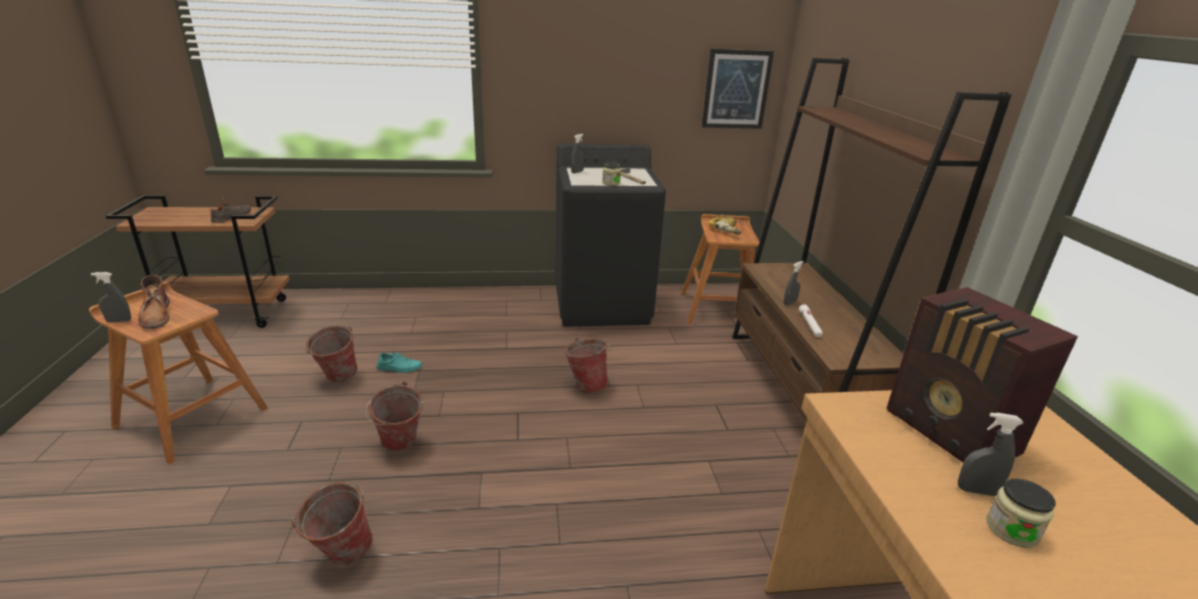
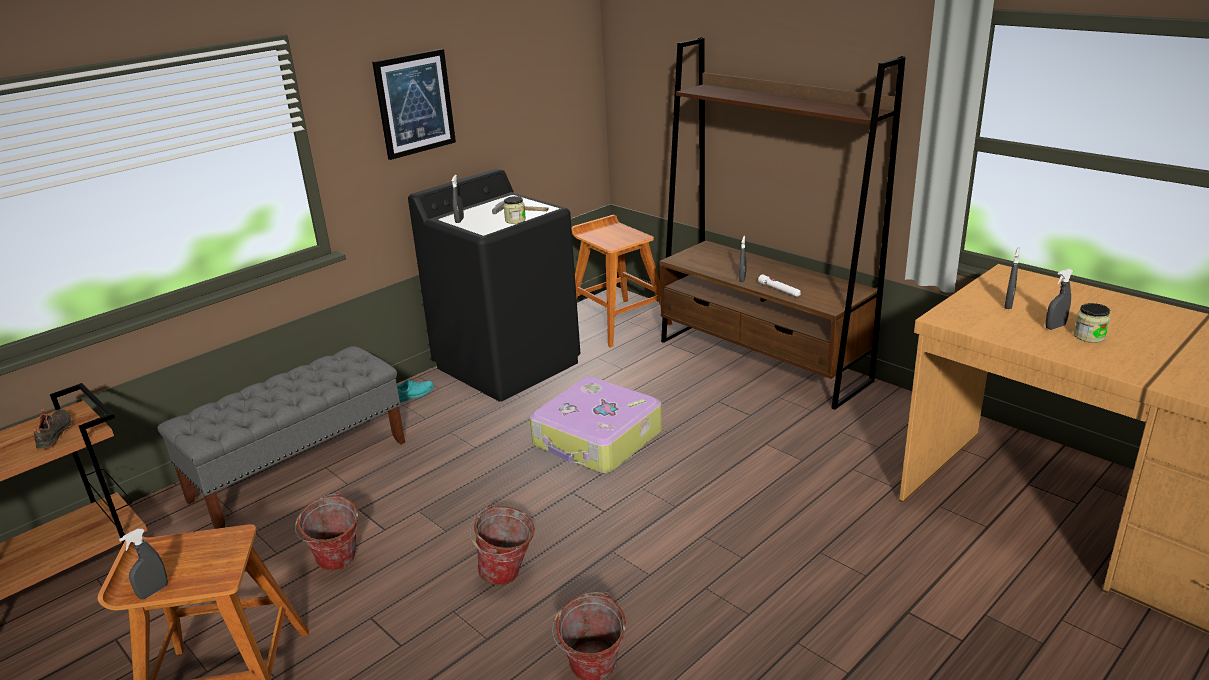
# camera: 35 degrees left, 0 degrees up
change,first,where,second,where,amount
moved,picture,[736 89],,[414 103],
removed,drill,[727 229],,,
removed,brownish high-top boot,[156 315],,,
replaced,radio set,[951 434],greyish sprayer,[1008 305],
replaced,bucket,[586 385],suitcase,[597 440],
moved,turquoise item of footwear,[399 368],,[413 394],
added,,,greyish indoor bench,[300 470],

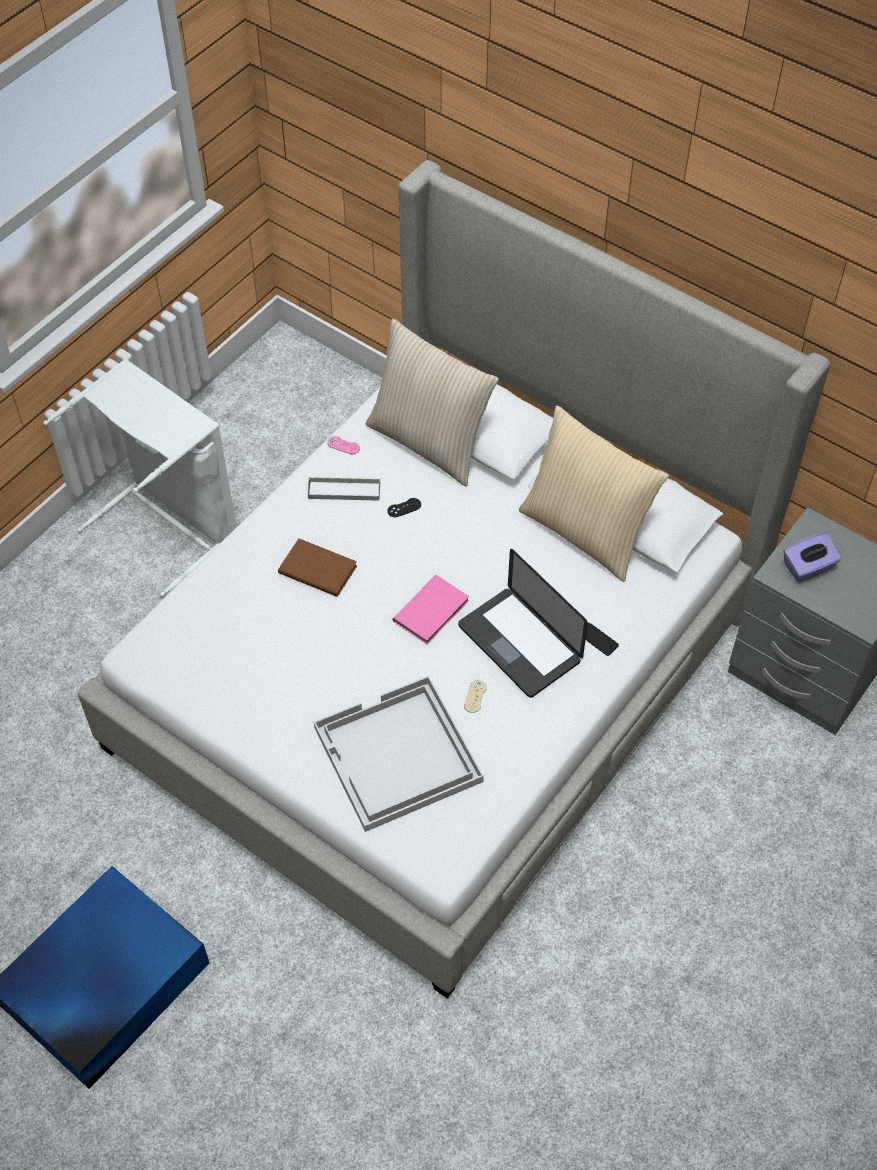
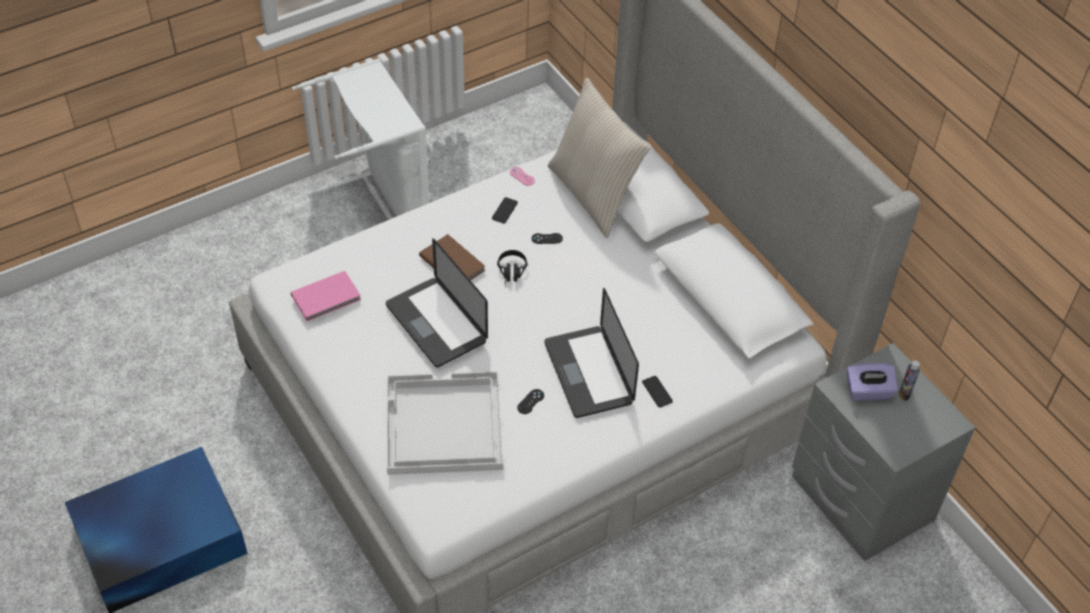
# camera: 20 degrees right, 5 degrees down
change,first,where,second,where,amount
removed,beige throw pillow,[585 532],,,
replaced,greyish carrying tray,[344 490],telephone,[504 210],
moved,pinkish bound book,[433 611],,[327 298],
recoloured,beige joypad,[475 696],blackish joypad,[530 401],
added,,,notebook computer,[436 323],
added,,,blackish pair of headphones,[512 274],
added,,,beverage bottle,[904 393],

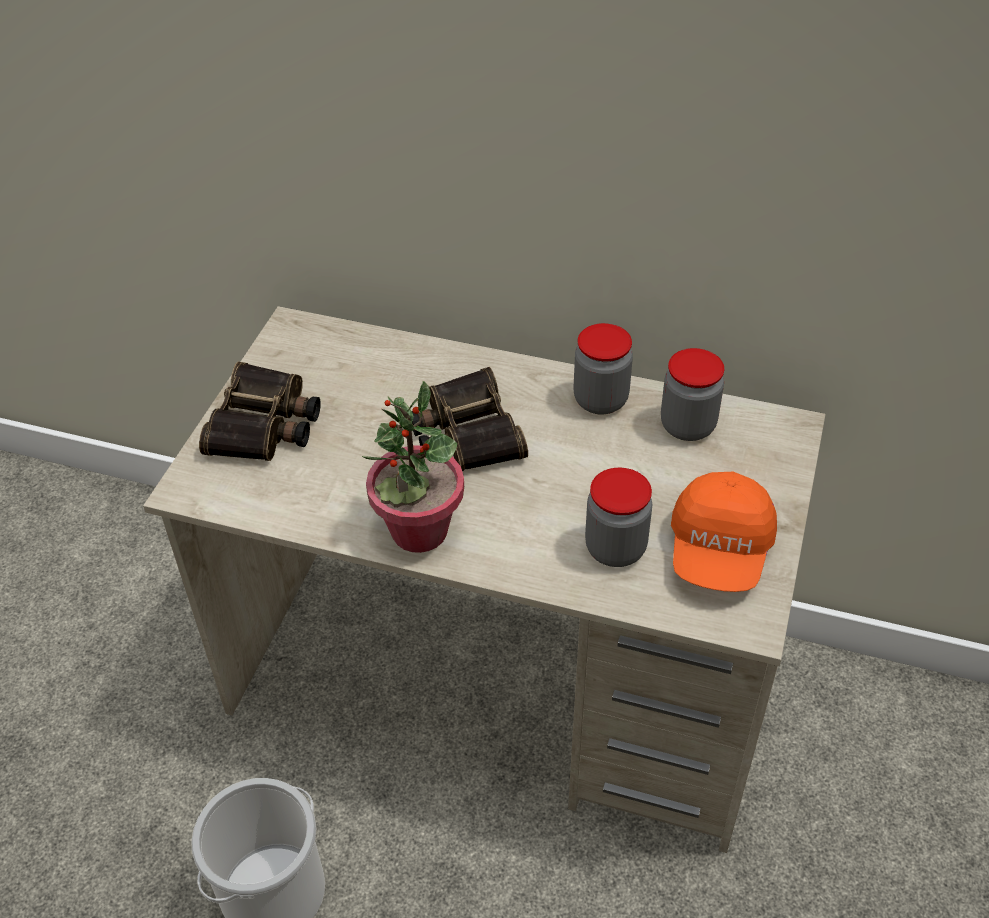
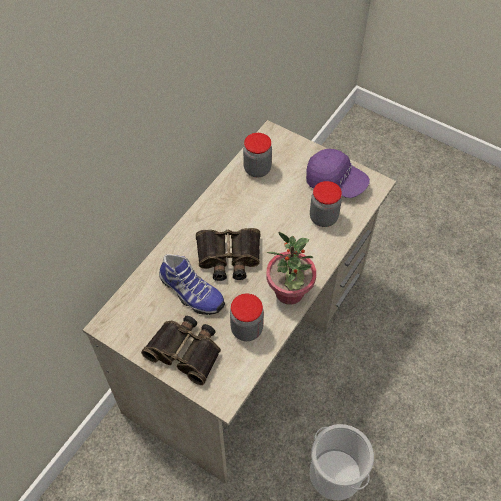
# camera: 75 degrees left, 10 degrees up
change,first,where,second,where,amount
moved,jar,[600 400],,[246 329],
recoloured,orangey cap,[719 551],purplish cap,[335 182],
added,,,item of footwear,[190 293],

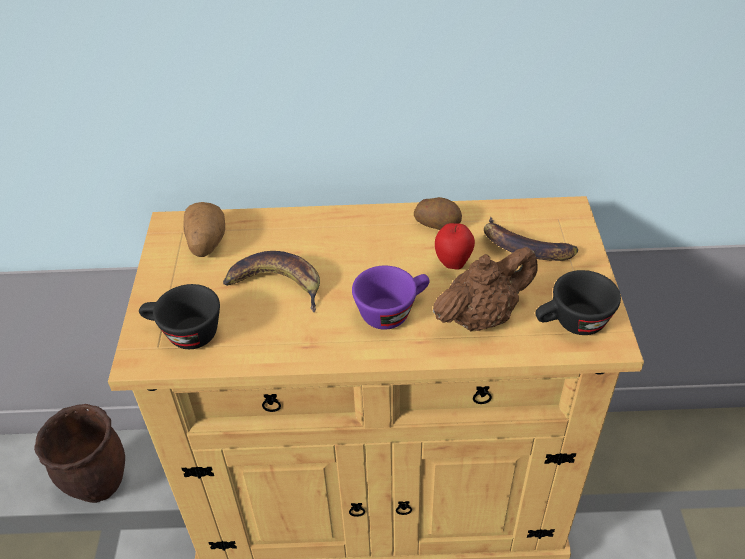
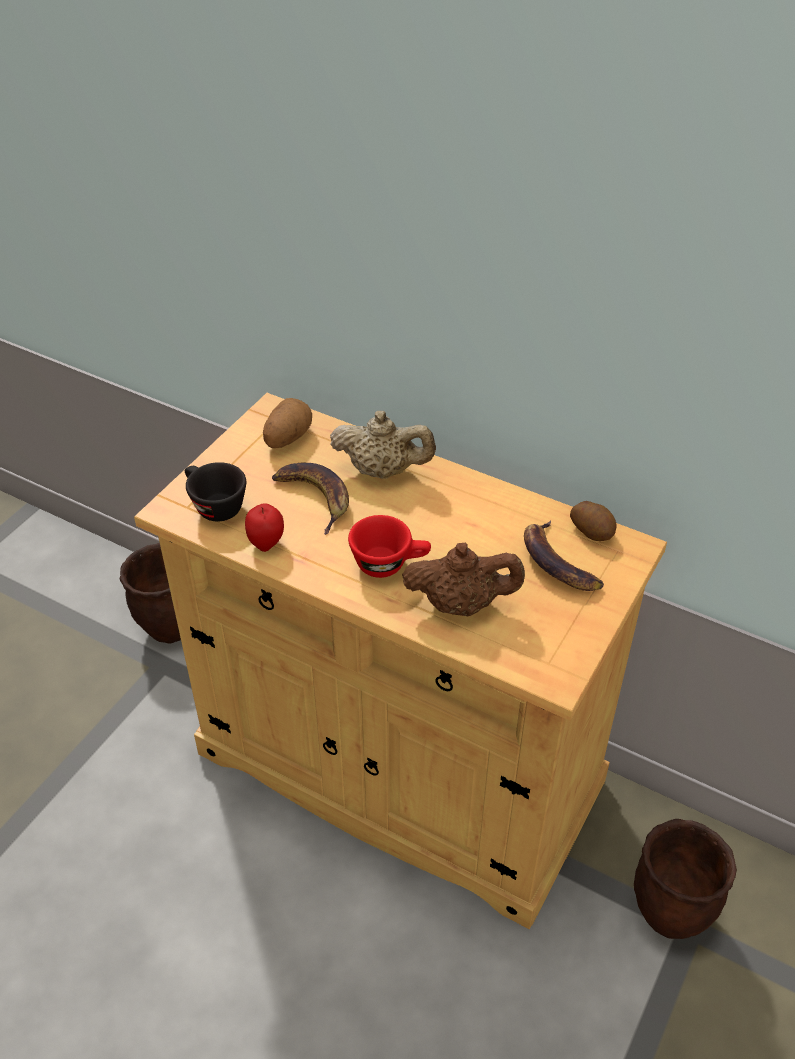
# camera: 30 degrees right, 0 degrees up
change,first,where,second,where,amount
moved,whole potato,[437 223],,[592 531],
moved,apple fruit,[453 262],,[266 543],
recoloured,purplish drinking cup,[392 311],red drinking cup,[389 563],
removed,blackish drinking cup,[572 324],,,
added,,,beige teapot,[383 471],
added,,,brownish planter,[670 913],

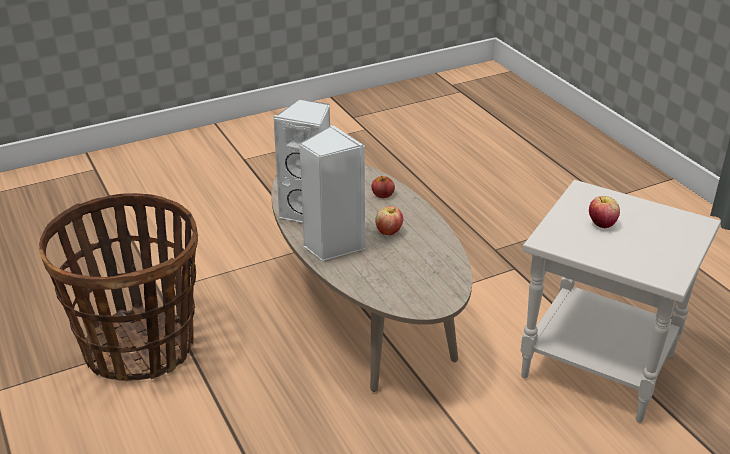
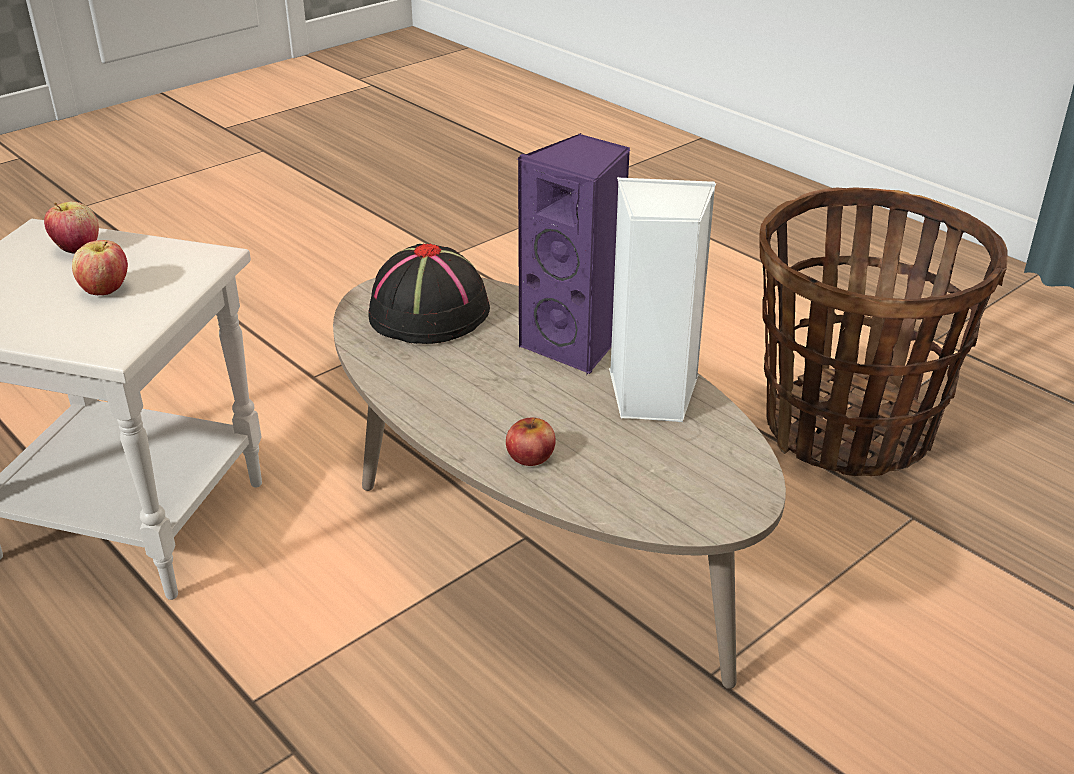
# camera: 165 degrees right, 0 degrees up
change,first,where,second,where,amount
recoloured,whitish loudspeaker,[332 245],purplish loudspeaker,[576 344],
moved,apple fruit,[389 232],,[77 249],
added,,,blackish clothing hat,[428 314],

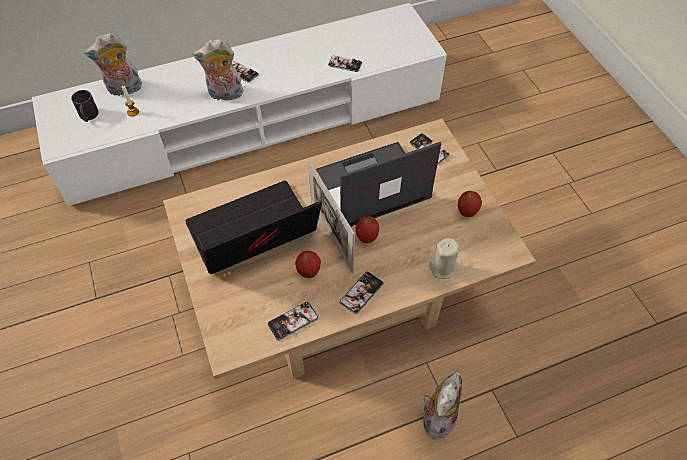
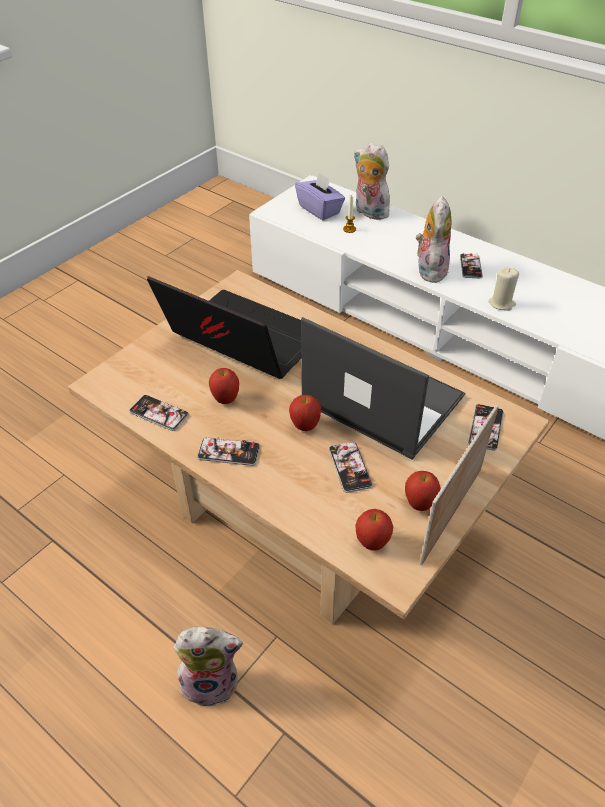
# camera: 60 degrees right, 10 degrees down
change,first,where,second,where,amount
turned,plush toy,[224 95],,[429 270],45 degrees clockwise
moved,telephone,[345 64],,[350 467],
replaced,blackish coffee mug,[88 116],purplish tissue holder,[320 210],
moved,standing frame,[331 236],,[451 515],
moved,beige wax candle,[443 268],,[501 303],
added,,,apple fruit,[372 542],

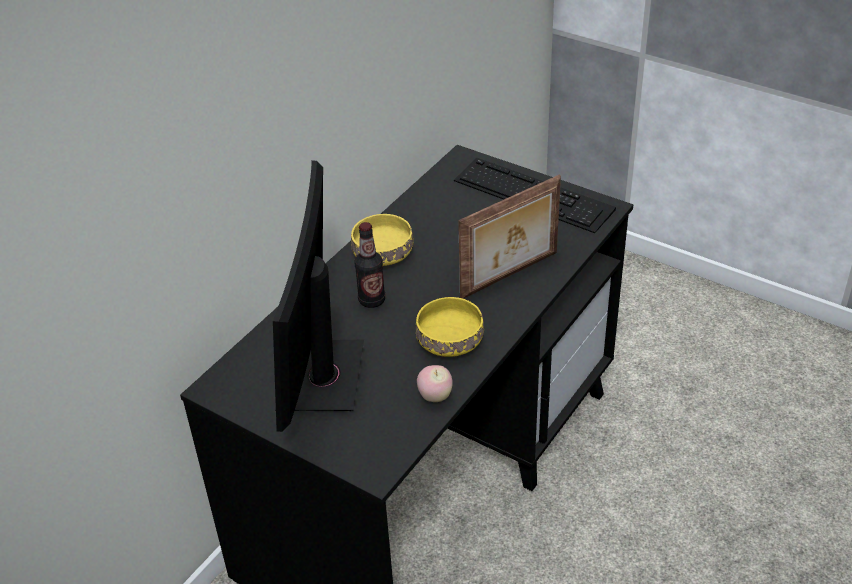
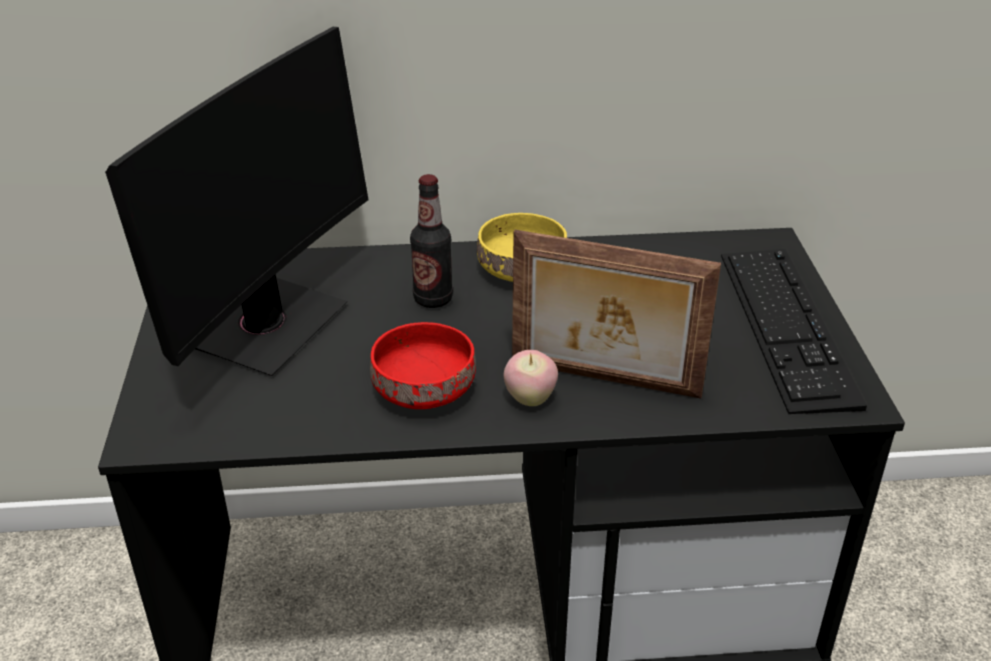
# camera: 50 degrees right, 5 degrees down
change,first,where,second,where,amount
turned,computer screen,[321 377],,[267 325],150 degrees clockwise
recoloured,yellow-coloured deep dish,[448 341],red deep dish,[423 388],
moved,apple fruit,[435 397],,[530 399],

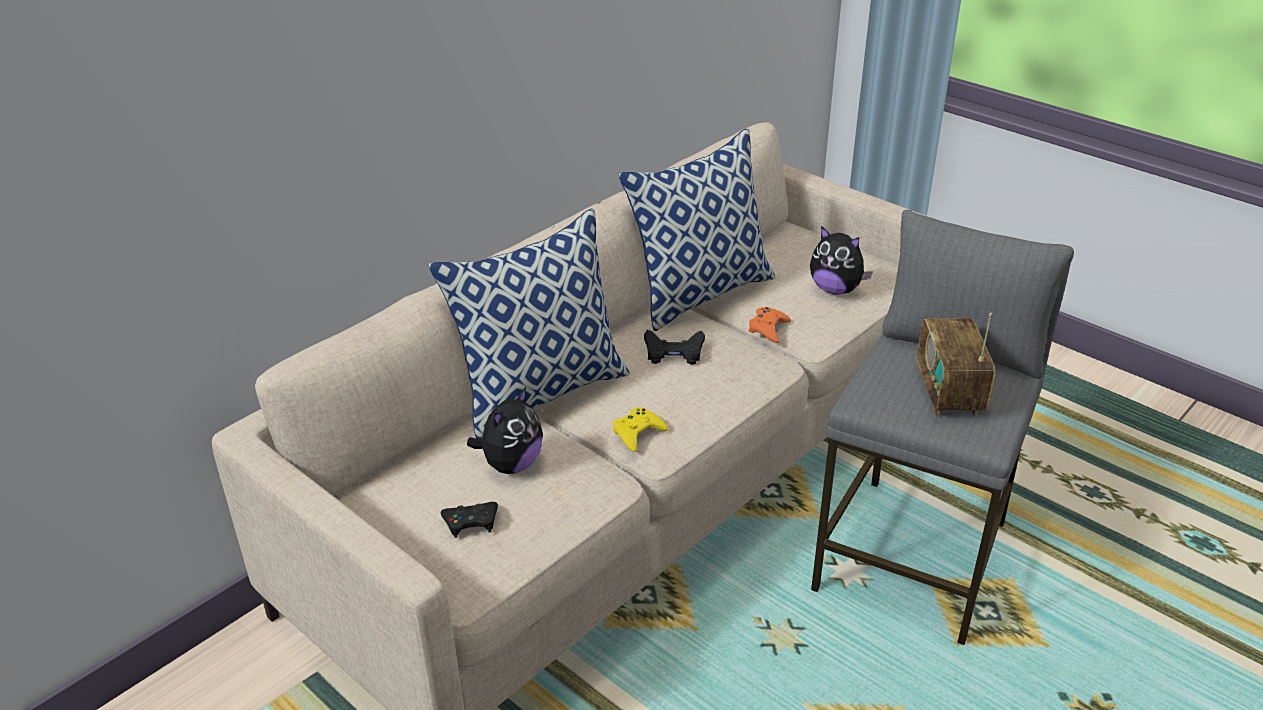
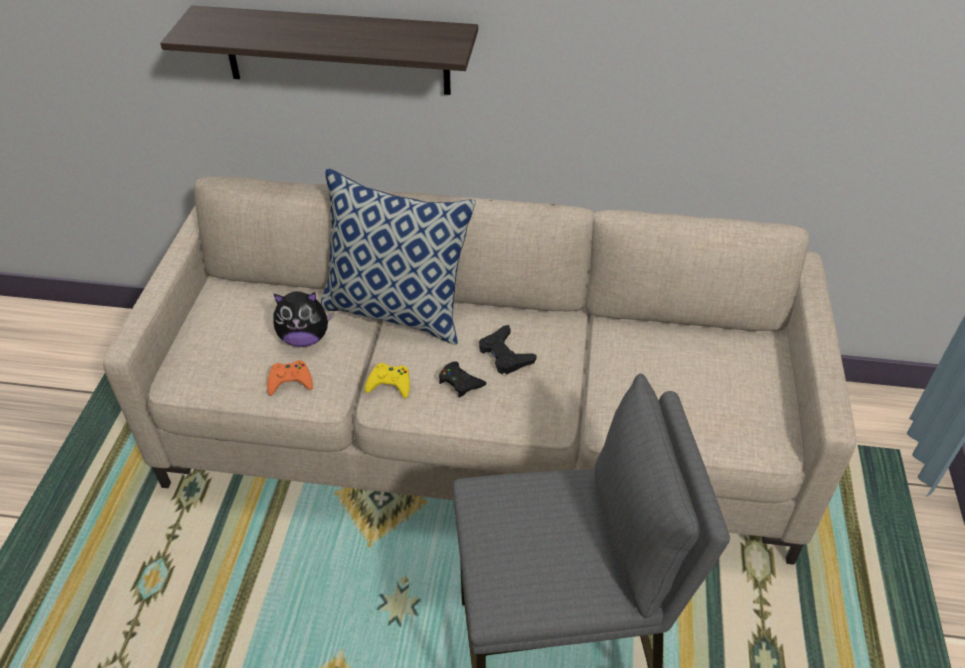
# camera: 55 degrees right, 10 degrees up
change,first,where,second,where,amount
removed,throw pillow,[700 293],,,
removed,plush toy,[835 289],,,
moved,orangey joypad,[768 328],,[290 381],
removed,radio set,[949 393],,,
moved,blackish joypad,[471 522],,[460 382],
added,,,shelf,[336 51],

